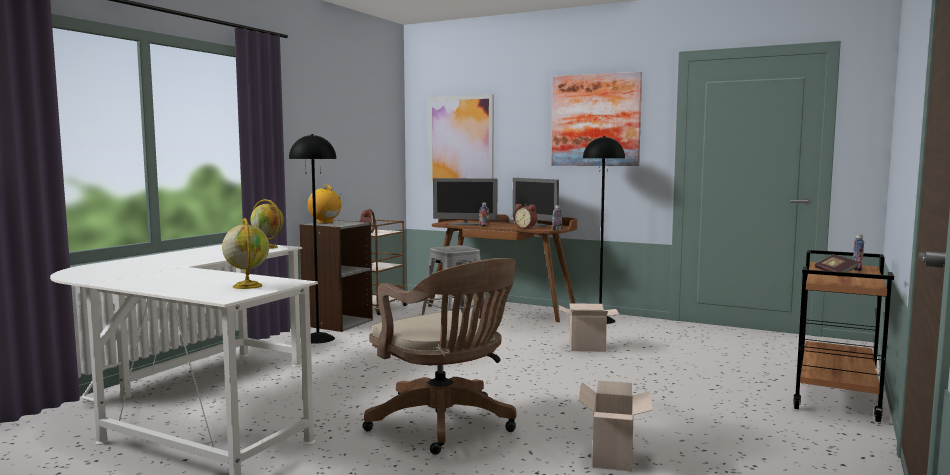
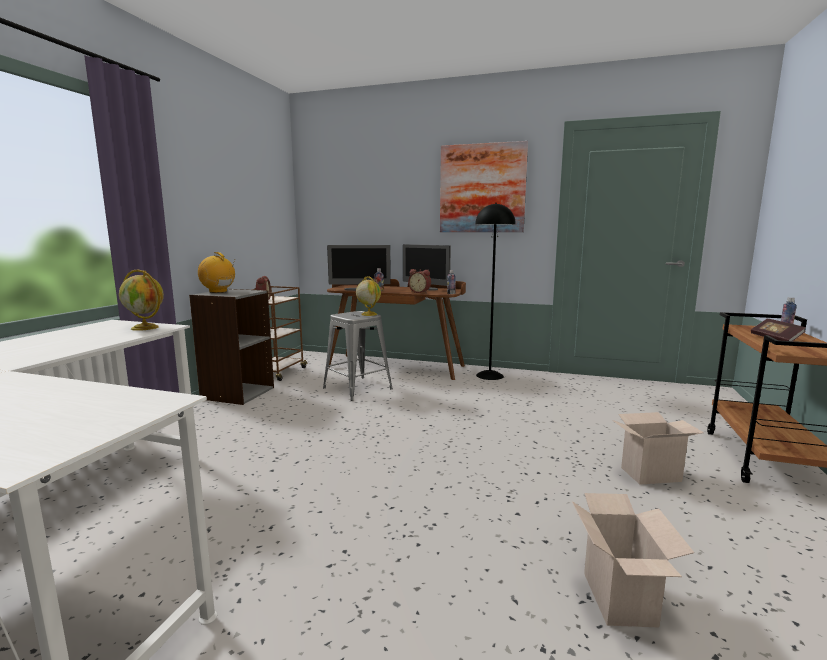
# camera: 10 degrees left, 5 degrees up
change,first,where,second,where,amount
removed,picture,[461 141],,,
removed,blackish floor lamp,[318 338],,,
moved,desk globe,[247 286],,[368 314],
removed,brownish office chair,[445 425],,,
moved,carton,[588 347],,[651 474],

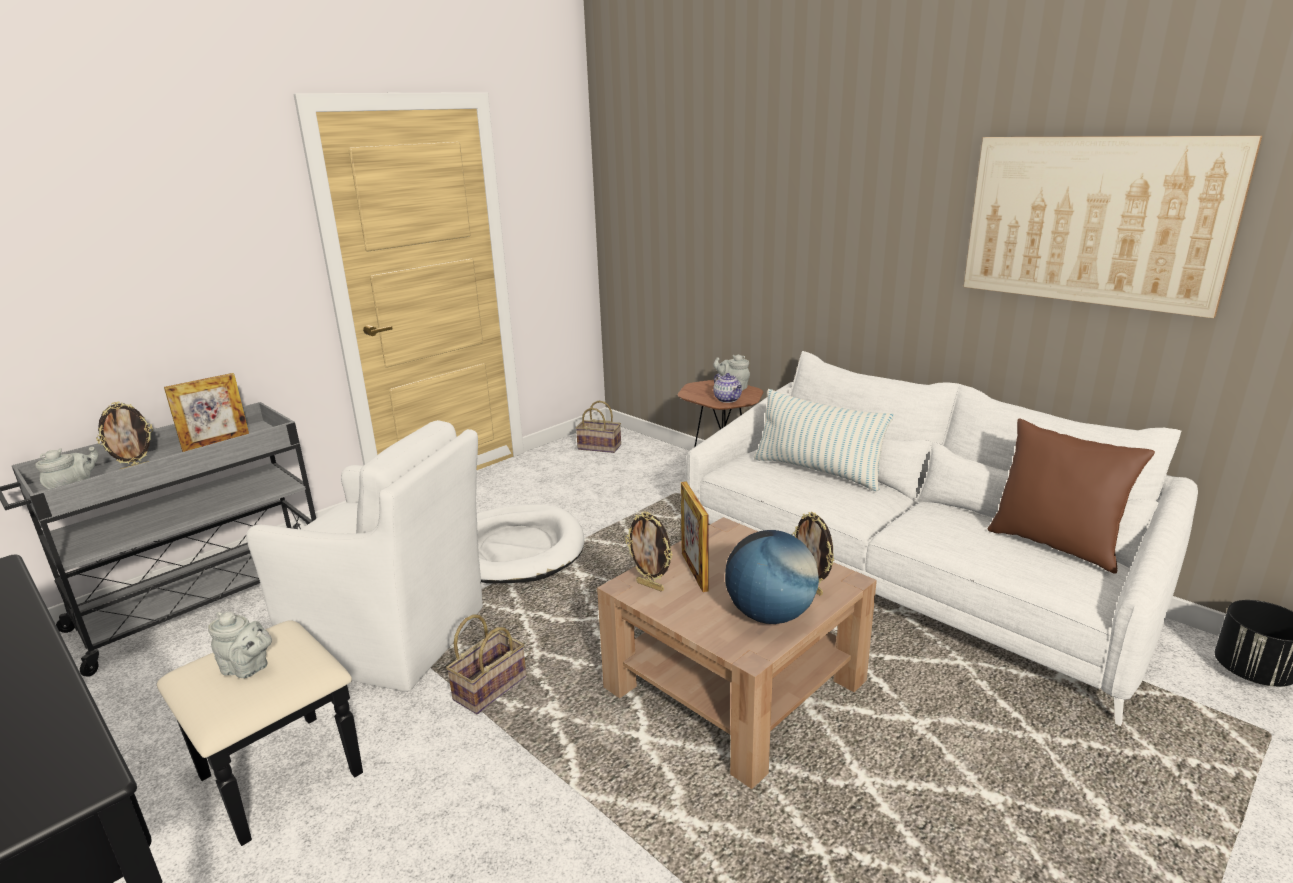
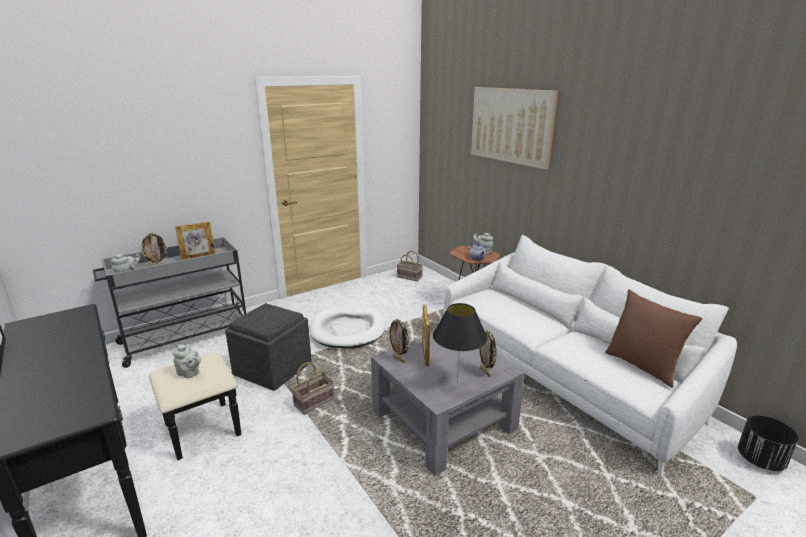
# camera: 10 degrees right, 0 degrees up
change,first,where,second,where,amount
moved,picture,[1093 221],,[511 125],
removed,throw pillow,[817 471],,,
replaced,whitish easy chair,[394 638],greyish pouffe,[272 369],
recoloured,brownish lounge table,[734 685],greyish lounge table,[443 420],
replaced,desk globe,[769 615],blackish tabletop lamp,[457 383],

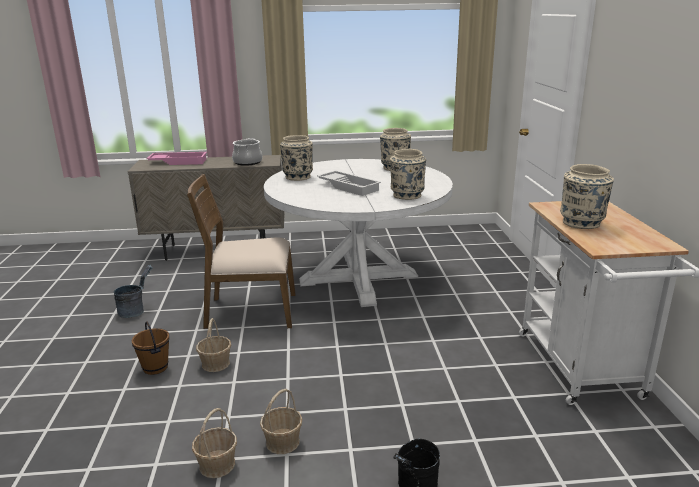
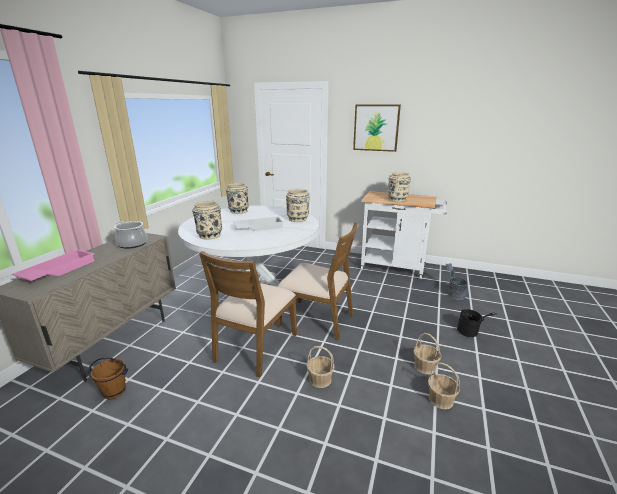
# camera: 65 degrees left, 0 degrees up
change,first,where,second,where,amount
moved,greyish bucket,[135 311],,[454 294],
moved,brownish bucket,[155 368],,[114 392],
added,,,picture,[376 128],
added,,,brownish upright chair,[317 320],

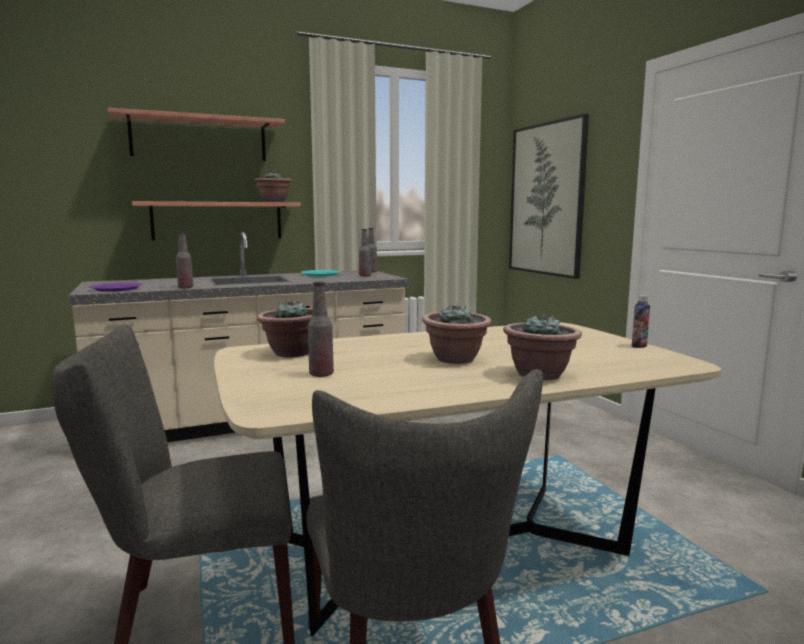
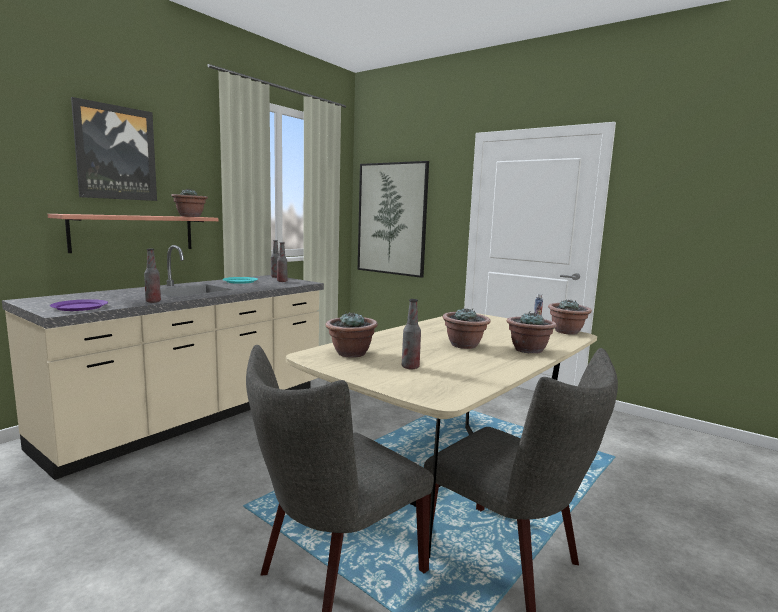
# camera: 30 degrees left, 0 degrees up
change,first,where,second,where,amount
replaced,shelf,[199 139],picture,[116 153],
added,,,potted plant,[567 332],

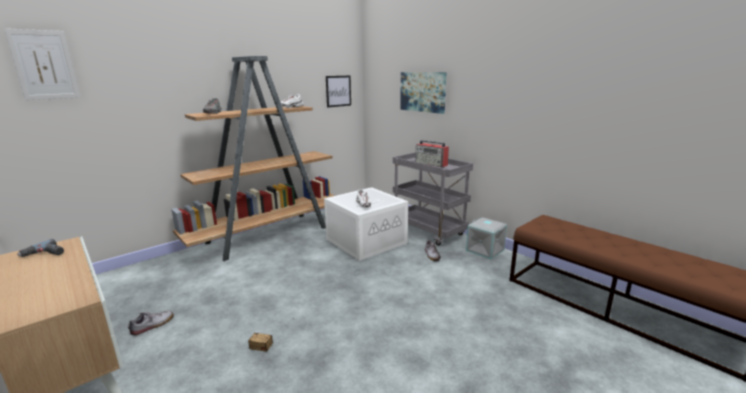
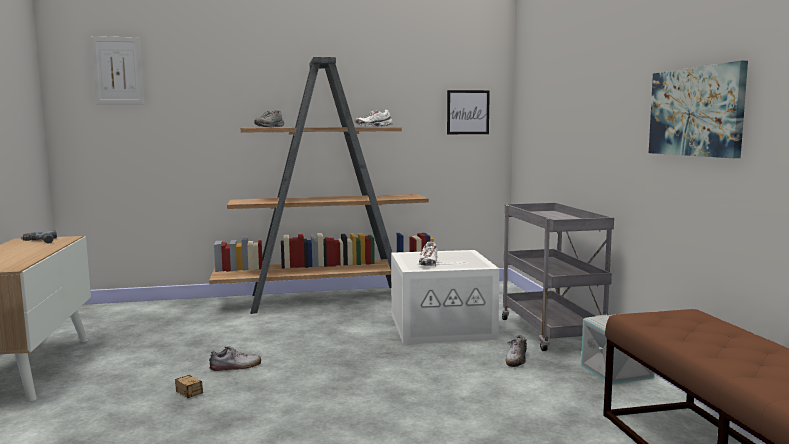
# camera: 30 degrees right, 10 degrees down
change,first,where,second,where,amount
moved,picture,[423 92],,[696 112],
removed,radio set,[431 164],,,
moved,item of footwear,[152 325],,[235 367],

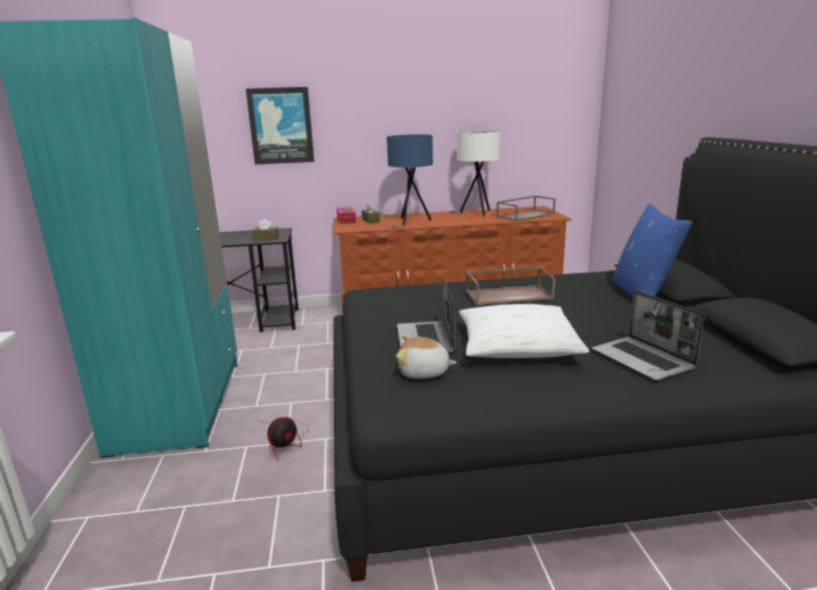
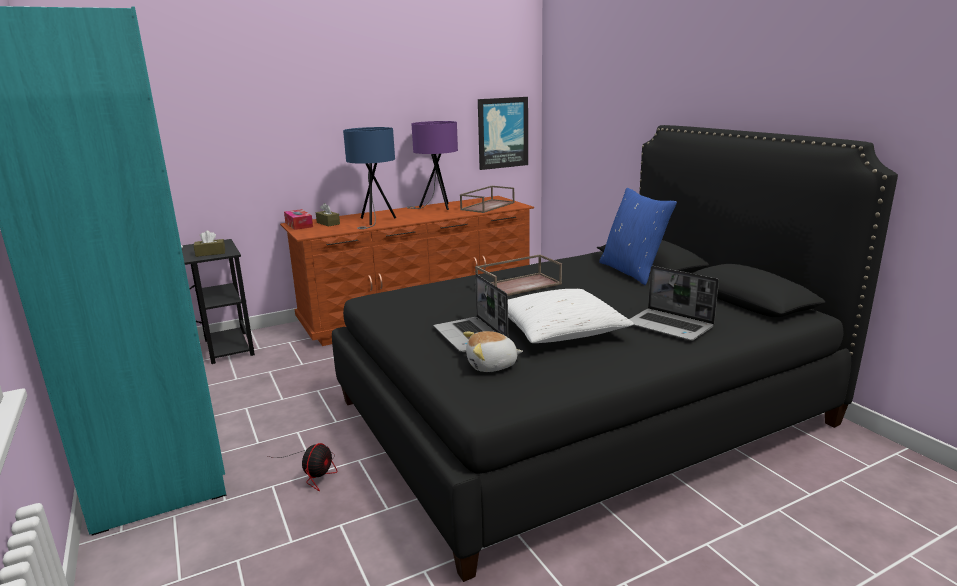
# camera: 20 degrees left, 0 degrees up
change,first,where,second,where,amount
moved,picture,[281 126],,[502 133],
recoloured,whitish tabletop lamp,[475 213],purplish tabletop lamp,[436 208],

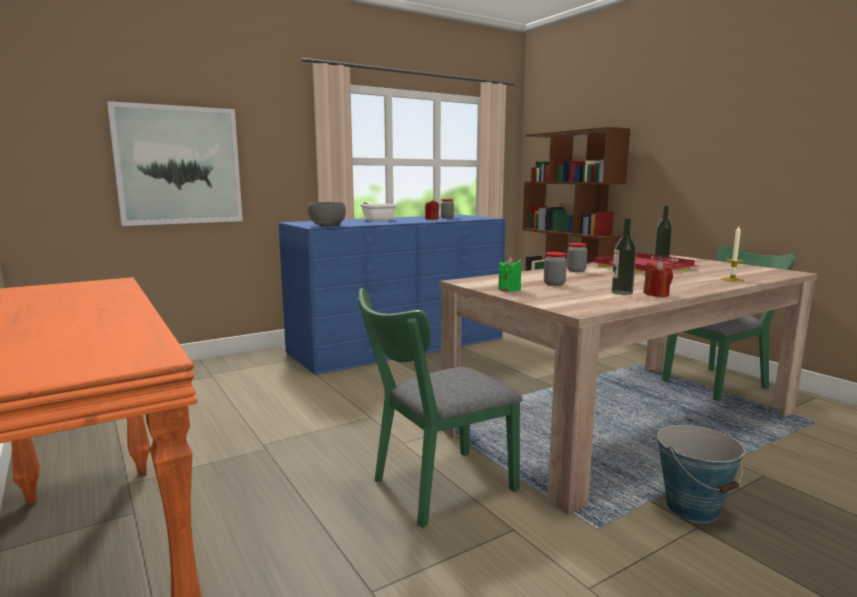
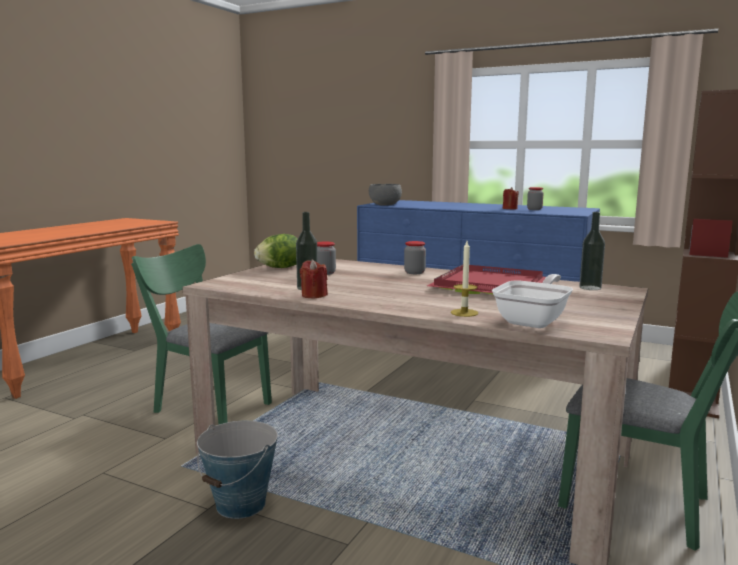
# camera: 60 degrees right, 0 degrees up
change,first,where,second,where,amount
removed,picture,[179 165],,,
moved,frying pan,[377 220],,[534 321],
replaced,green wax candle,[509 289],head of lettuce,[280 268],

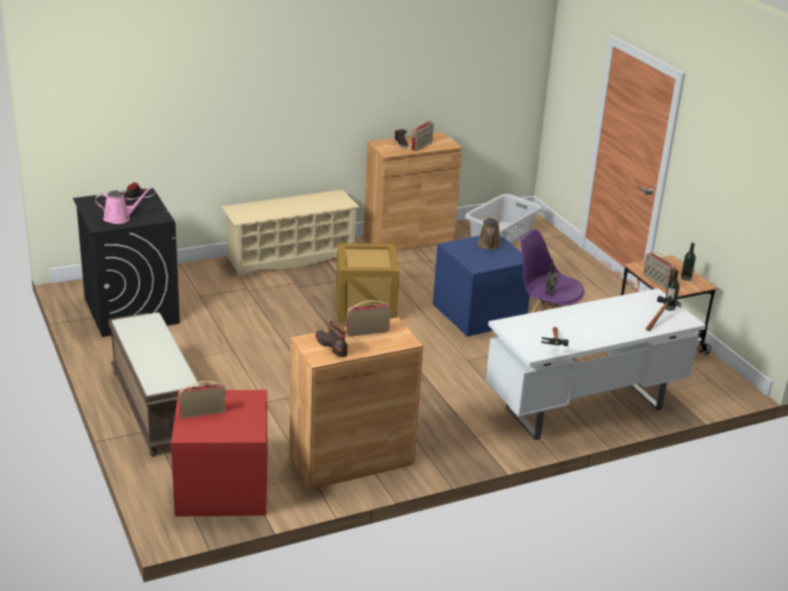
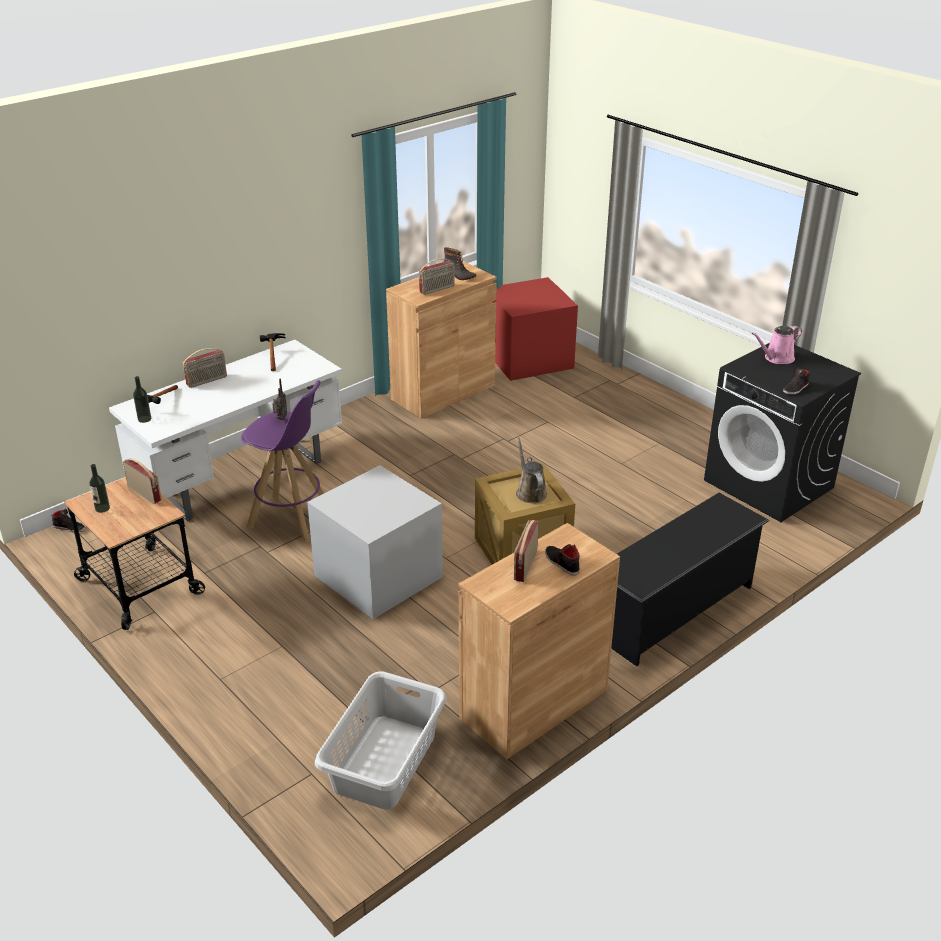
# camera: 165 degrees right, 5 degrees up
change,first,where,second,where,amount
recoloured,beige shoe rack,[290 258],blackish shoe rack,[673 611],
moved,brownish sprinkling can,[489 245],,[530 492],
recoloured,blue-coloured storage container,[477 313],greyish storage container,[380 576],
removed,brownish indoor bench,[154 407],,,
moved,radio set,[202 412],,[207 381],
added,,,blackish item of footwear,[69 527],

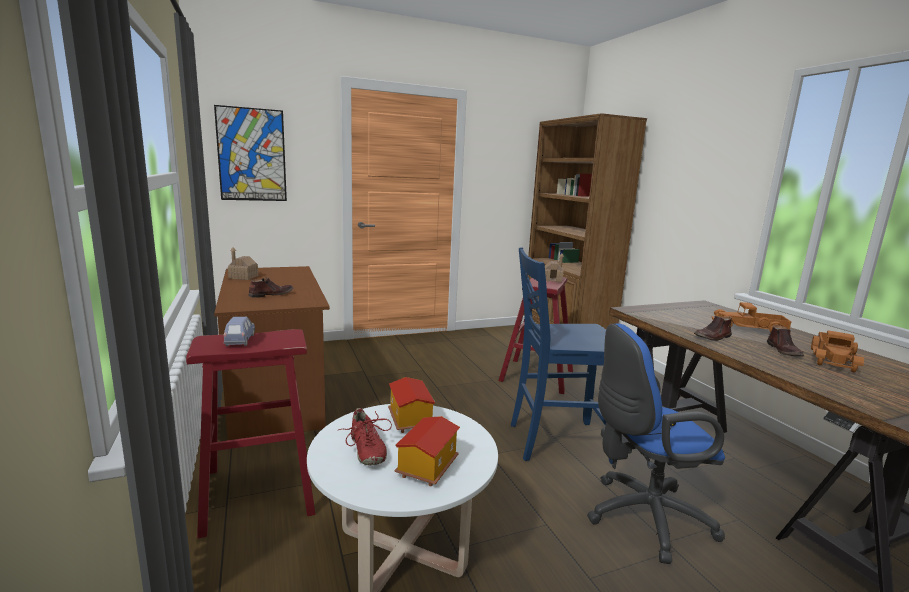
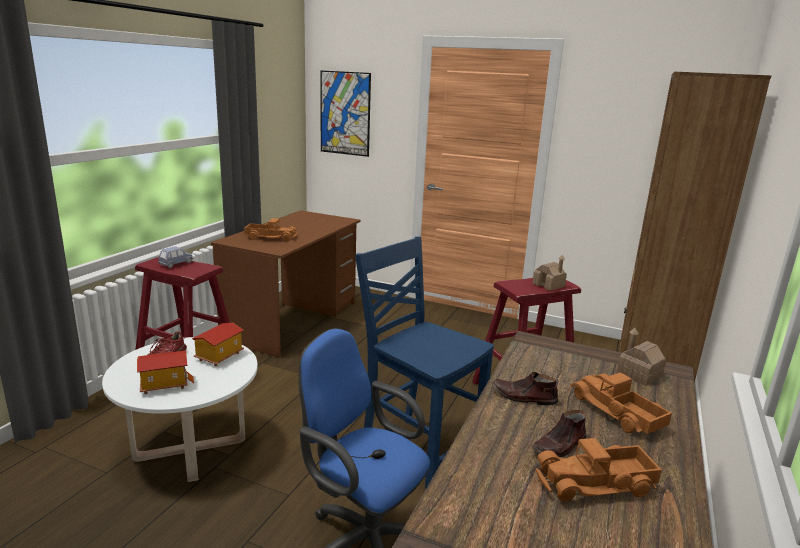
# camera: 45 degrees right, 5 degrees up
change,first,where,second,where,amount
moved,model house,[243 277],,[639 374],
replaced,brownish item of footwear,[271 294],toy lorry,[271 237],

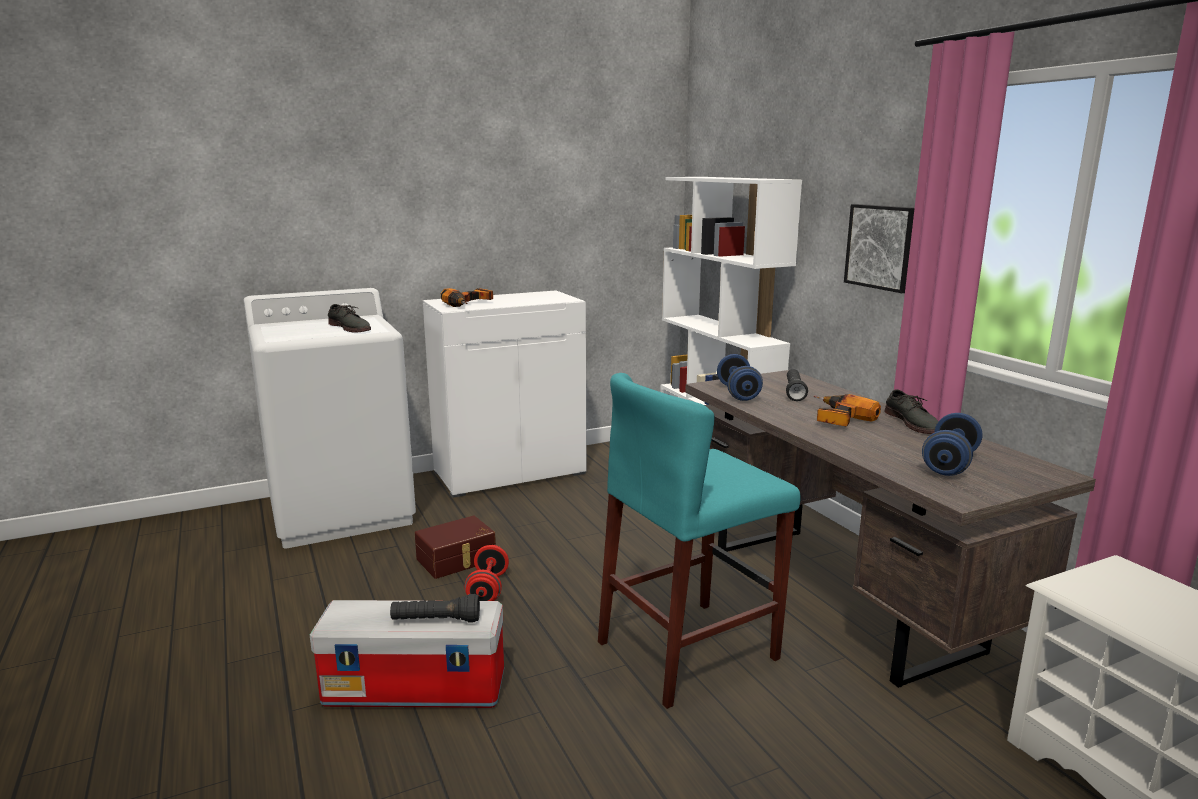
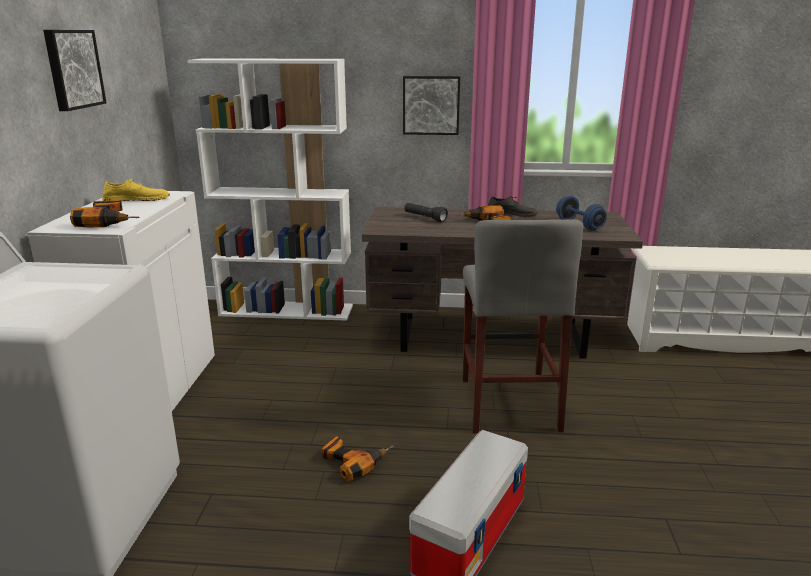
# camera: 60 degrees left, 5 degrees up
change,first,where,second,where,amount
removed,greyish item of footwear,[350 328],,,
removed,blue-coloured dumbbell,[738 393],,,
recoloured,turquoise stool seat,[688 650],greyish stool seat,[509 404],
removed,brownish storage container,[457 560],,,
replaced,red dumbbell,[488 589],drill,[353 461],
removed,blackish flashlight,[436 621],,,
added,,,picture,[72 69],
added,,,yellow-coloured item of footwear,[136 199],

